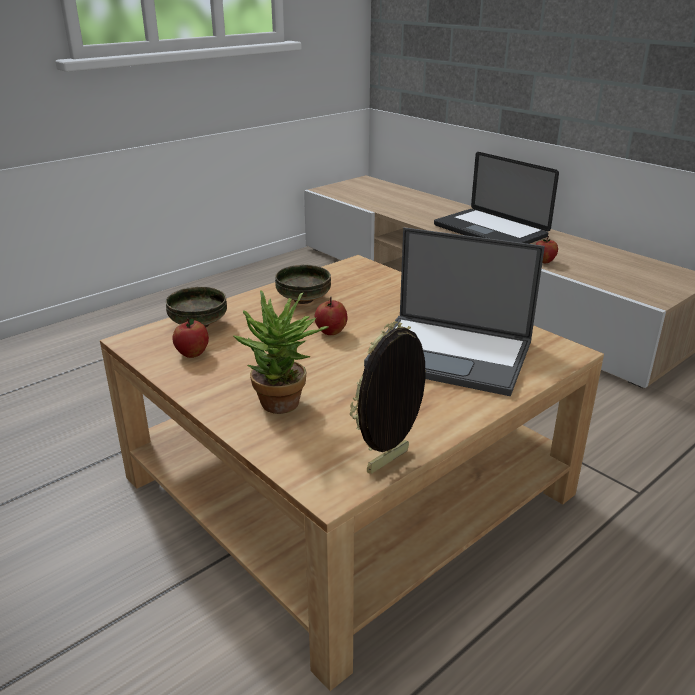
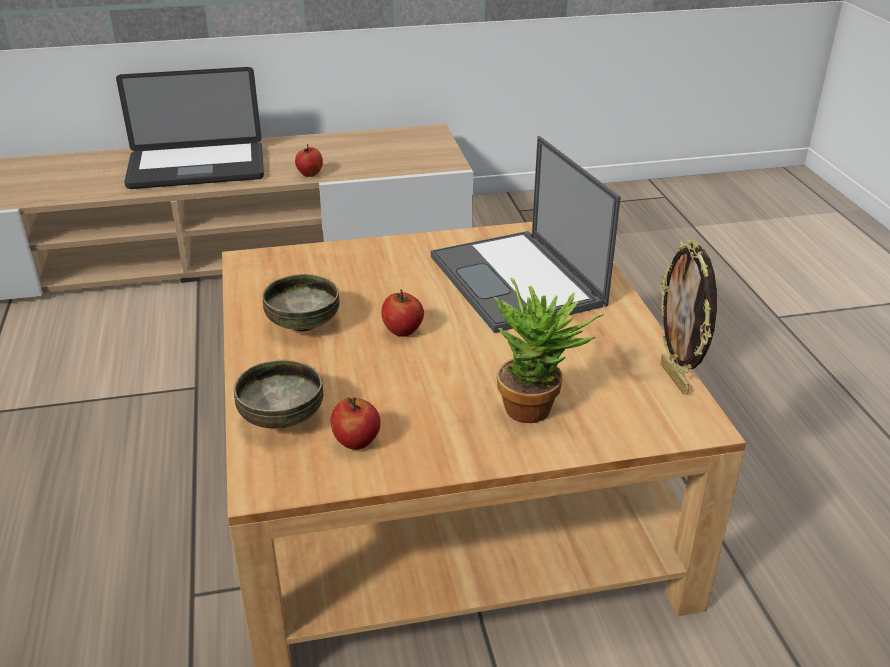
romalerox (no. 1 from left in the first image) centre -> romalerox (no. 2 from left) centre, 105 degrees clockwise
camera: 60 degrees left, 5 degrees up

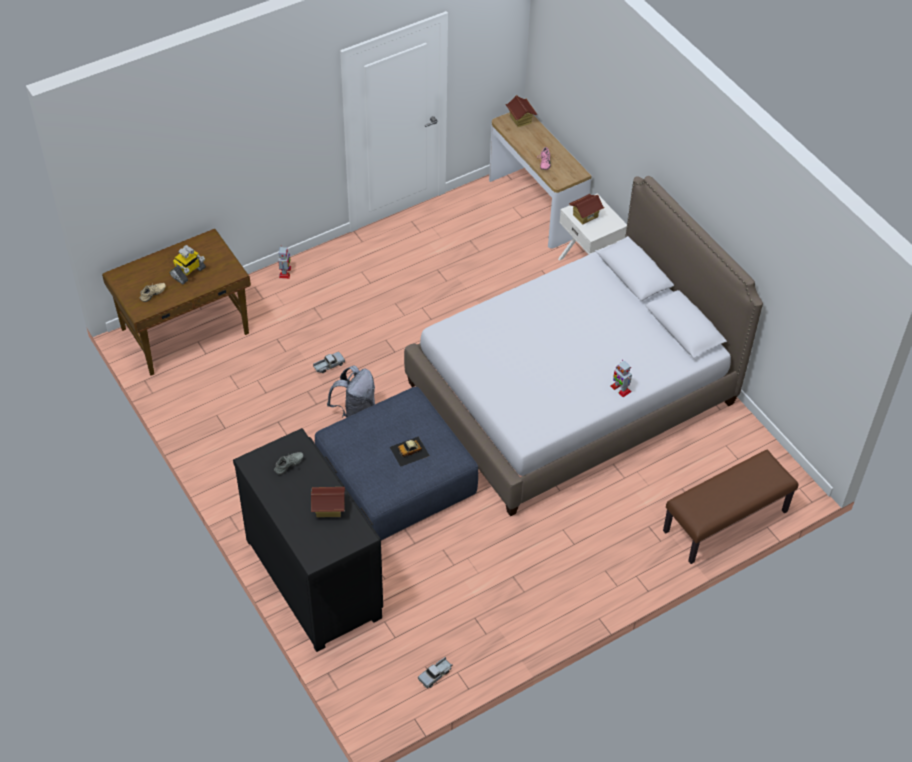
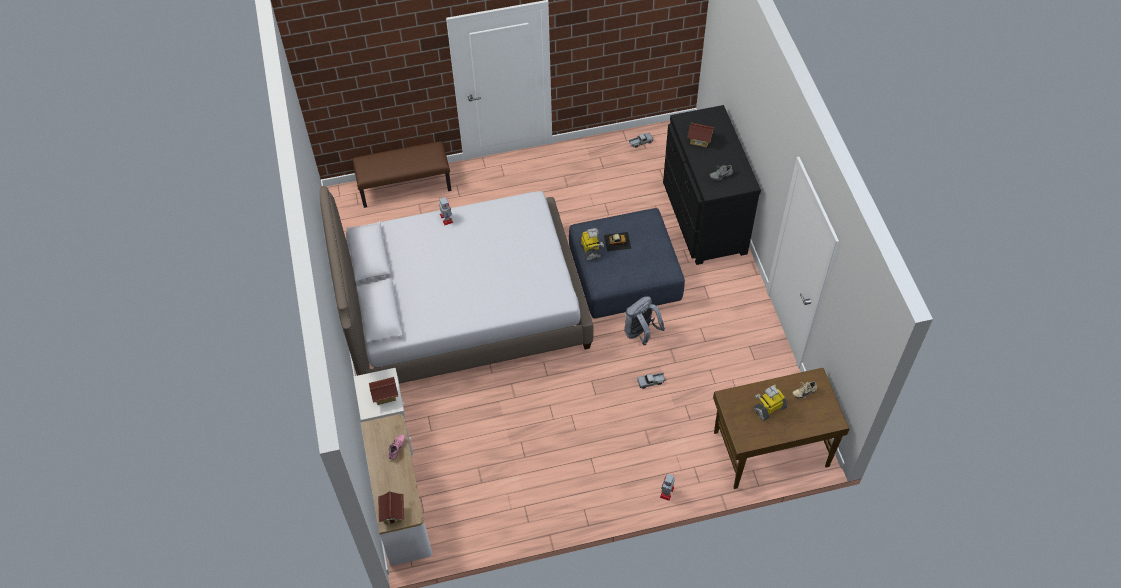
none -> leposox (no. 2 from left) centre
camera: 160 degrees left, 5 degrees up

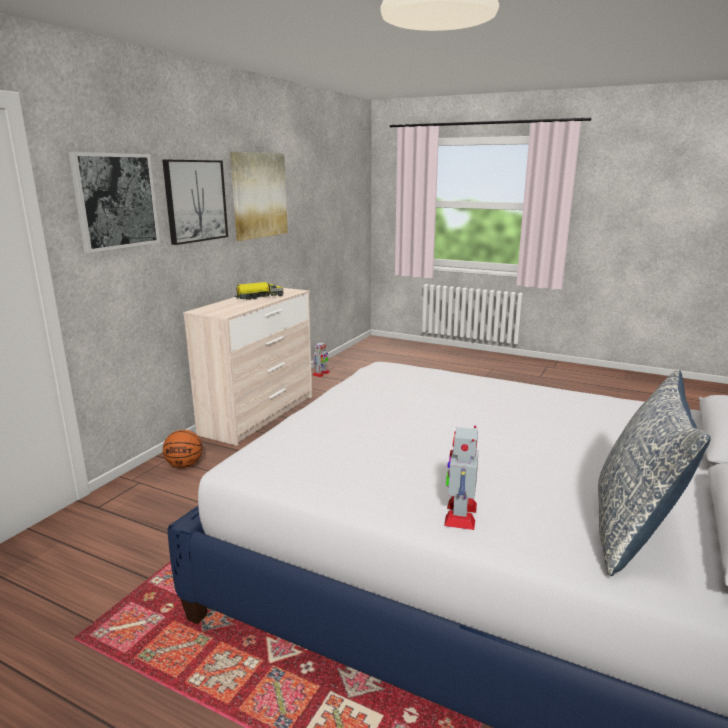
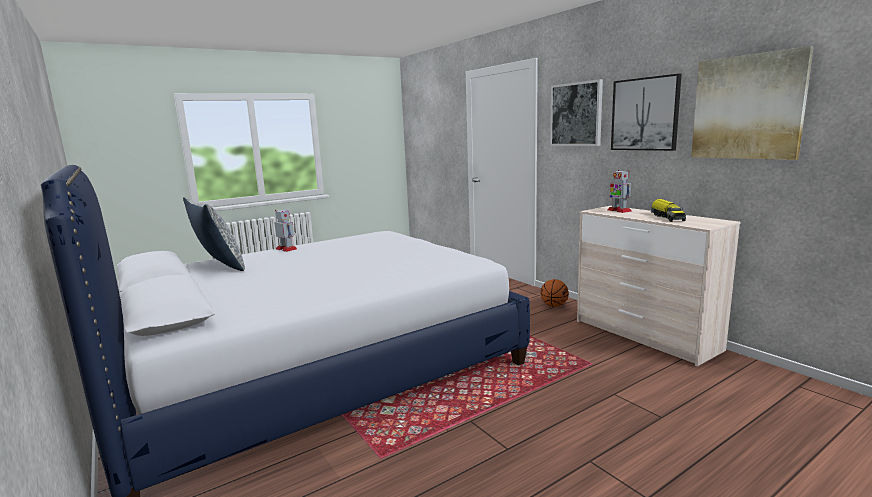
leposox (no. 1 from left in the first image) centre -> leposox (no. 2 from left) middle right, relocated
camera: 120 degrees right, 5 degrees down

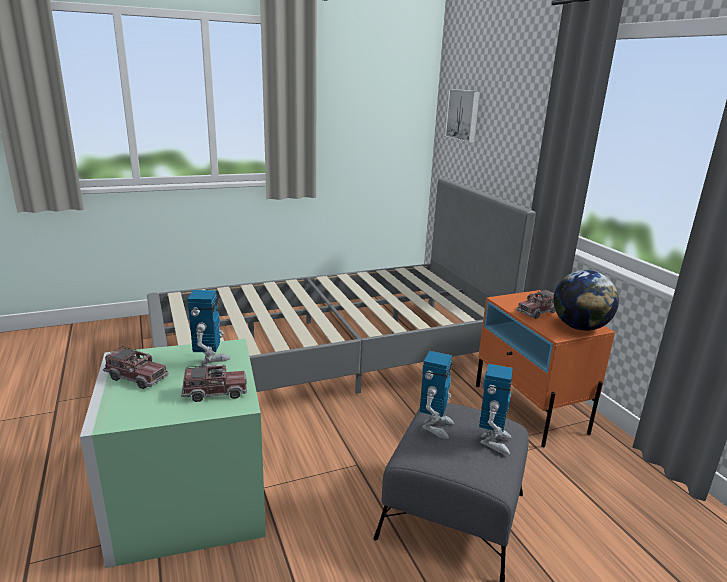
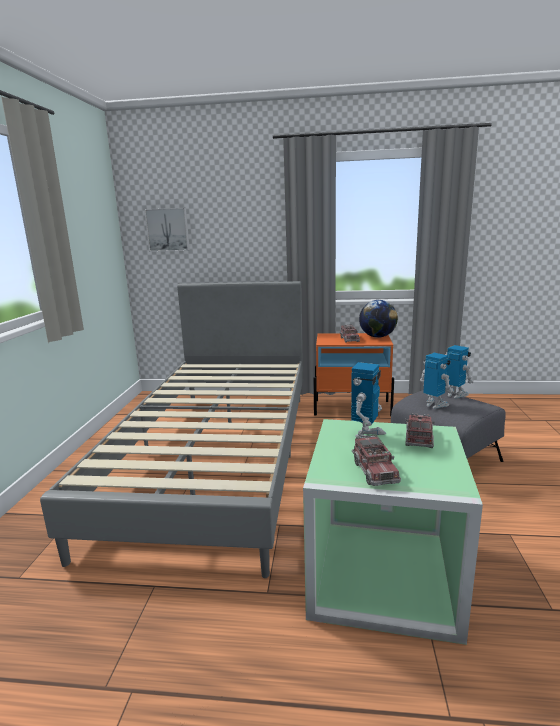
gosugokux (no. 1 from left in the first image) middle left -> gosugokux (no. 2 from left) middle right, 120 degrees clockwise
leposox (no. 1 from left) middle left -> leposox (no. 1 from left) centre, 90 degrees clockwise
camera: 60 degrees left, 5 degrees down

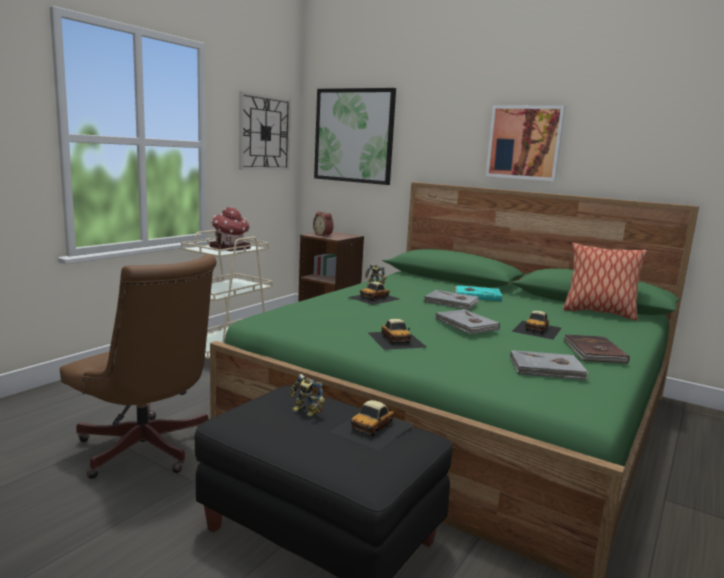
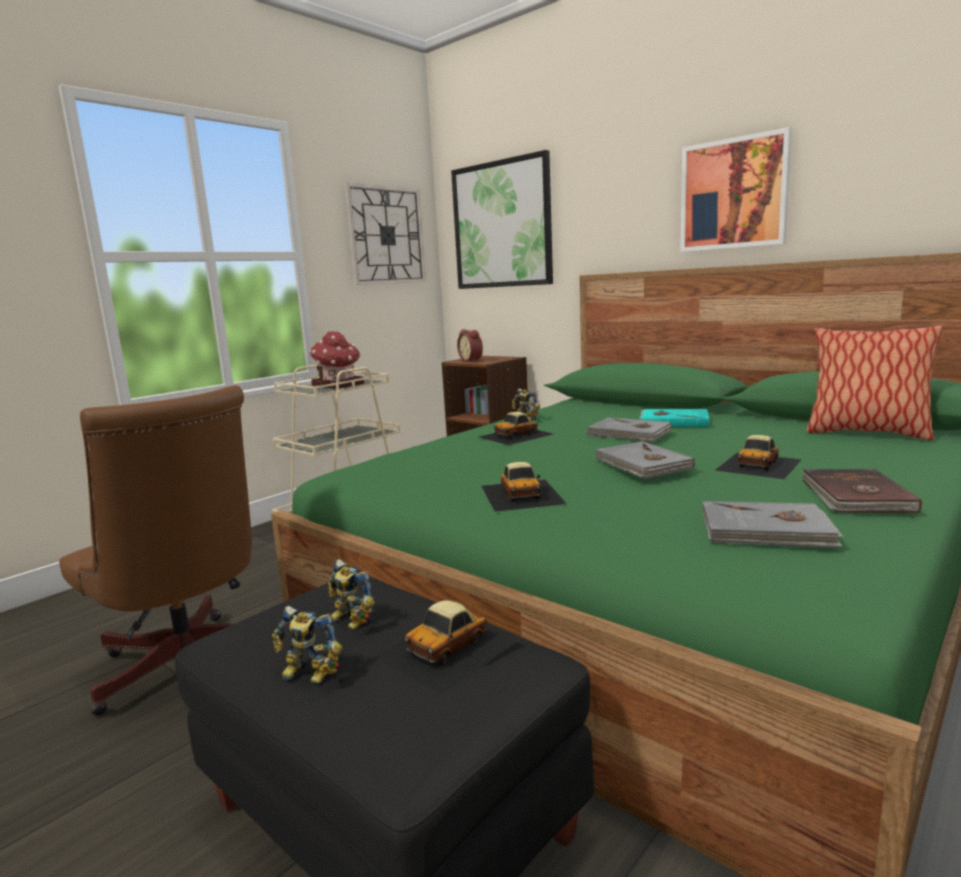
none -> leposox (no. 1 from left) bottom left
camera: 10 degrees right, 0 degrees up

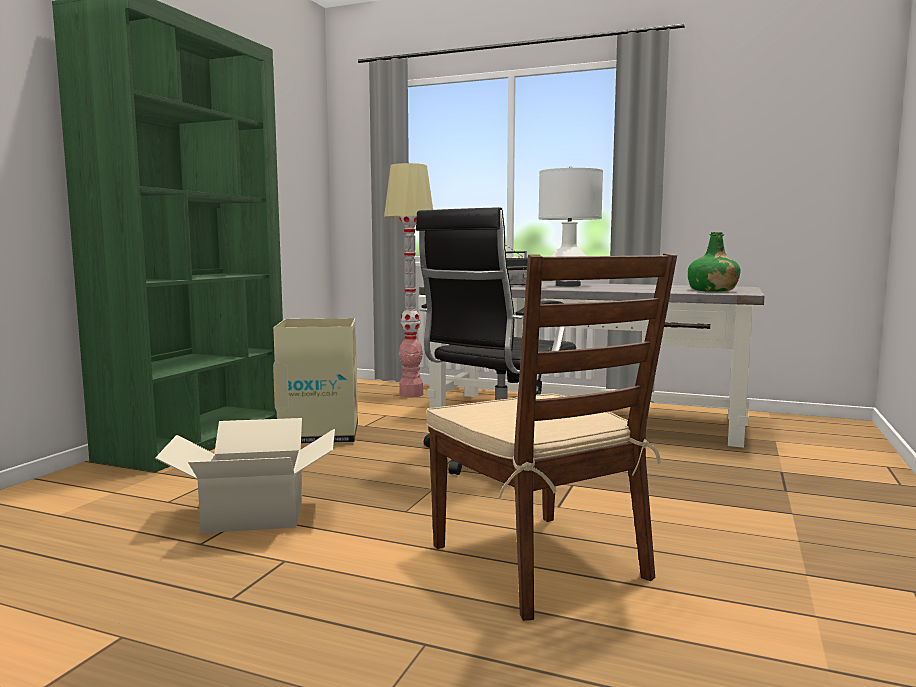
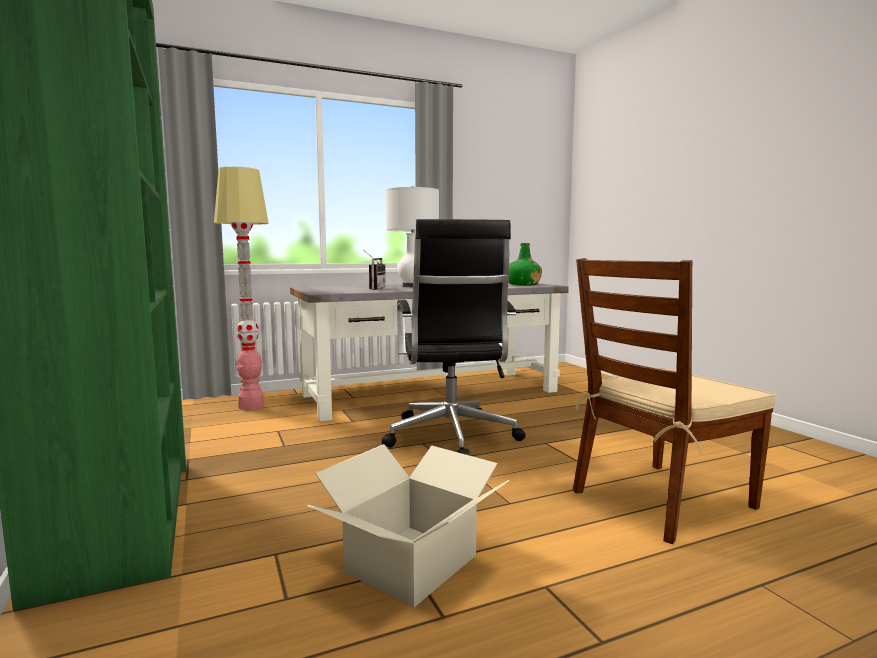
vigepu (no. 2 from left) centre -> none
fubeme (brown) centre -> fubeme (brown) middle right, 135 degrees clockwise
camera: 45 degrees left, 0 degrees up

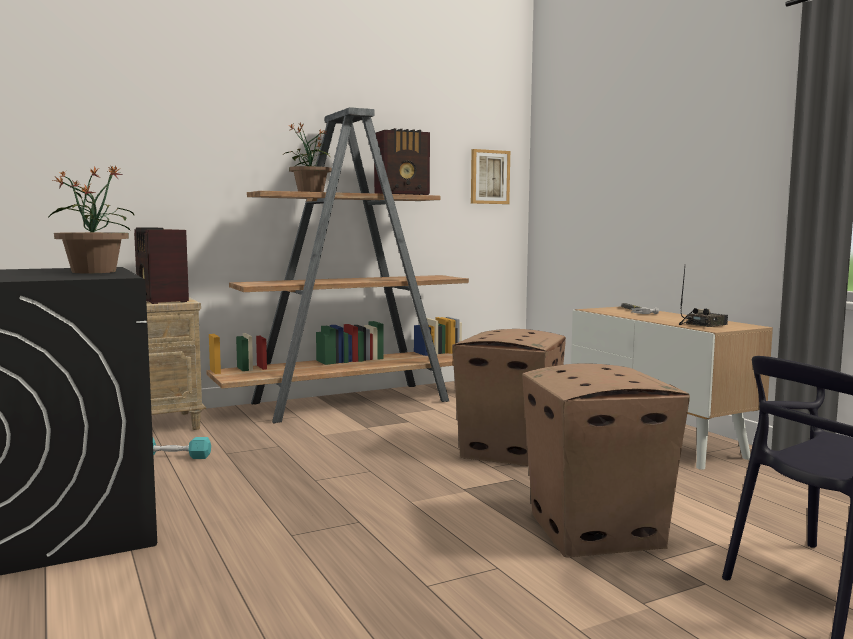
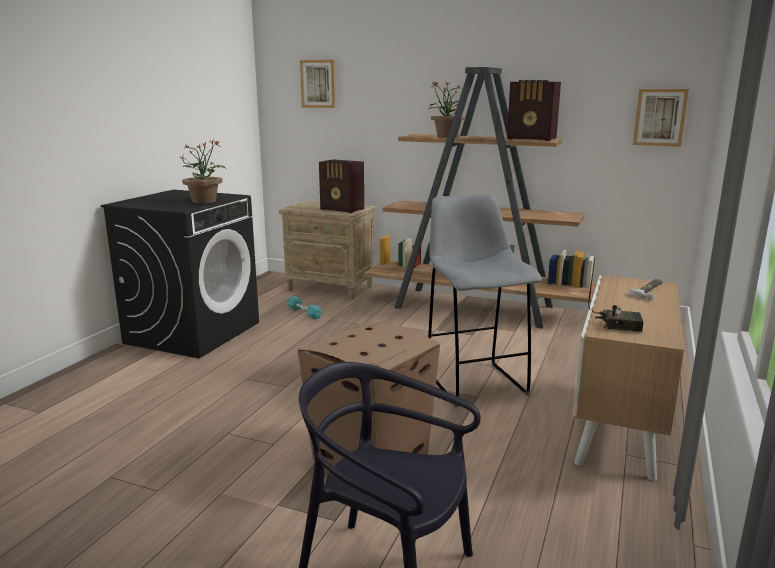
none -> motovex (no. 1 from left) top centre
vigepu (no. 1 from left) centre -> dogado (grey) centre
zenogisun (no. 1 from left) middle left -> zenogisun (no. 1 from left) top centre, 75 degrees counterclockwise
camera: 50 degrees right, 10 degrees up

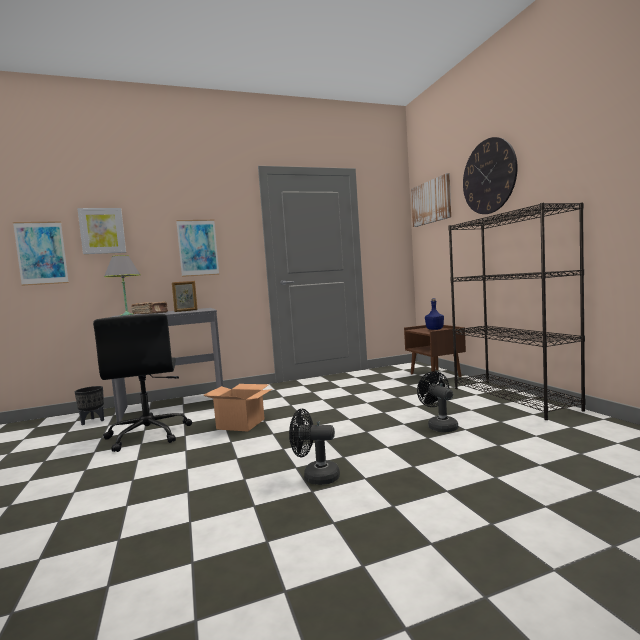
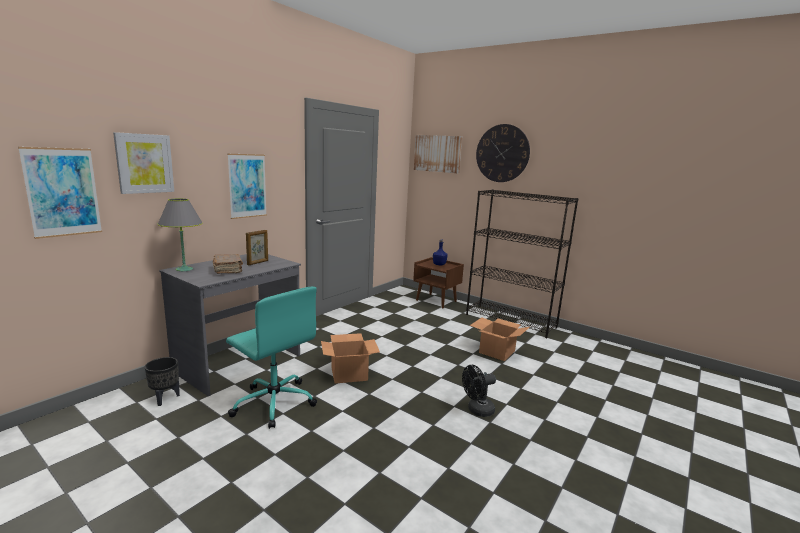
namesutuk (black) (no. 2 from left) middle right -> vigepu (no. 2 from left) centre
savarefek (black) middle left -> savarefek (turquoise) bottom centre
camera: 35 degrees left, 10 degrees up

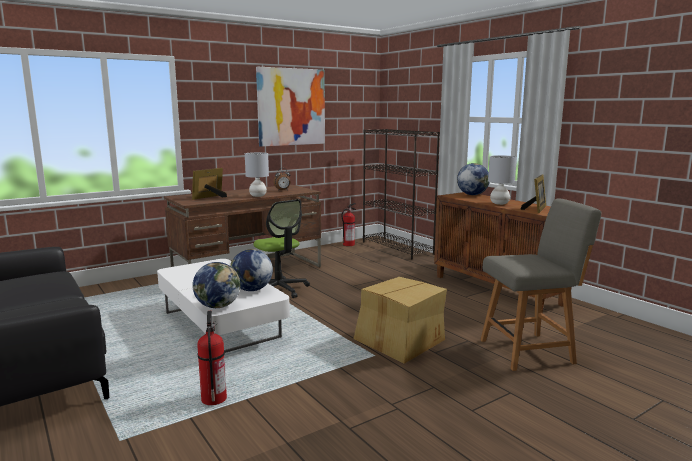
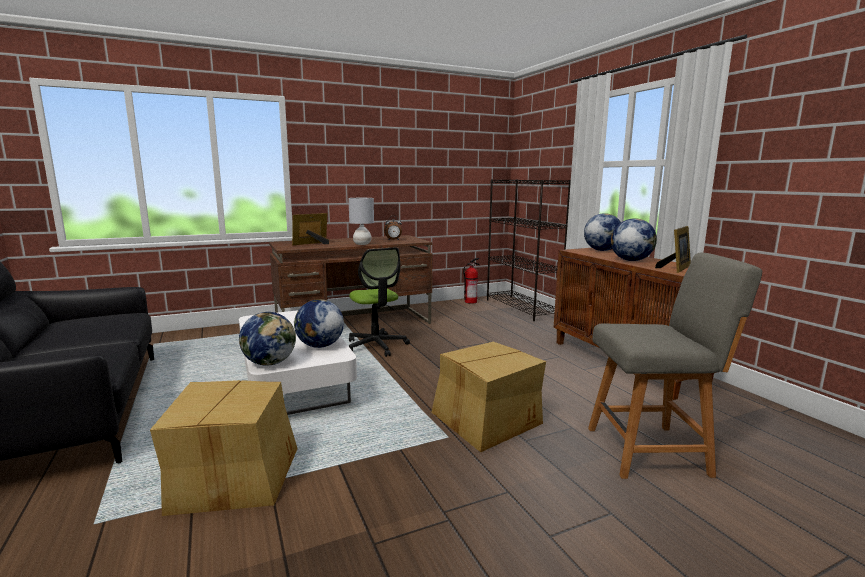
motovex top centre -> none
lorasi (no. 1 from left) bottom left -> vigepu (no. 1 from left) bottom left
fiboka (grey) (no. 2 from left) middle right -> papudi (no. 4 from left) middle right
camera: 10 degrees right, 0 degrees up

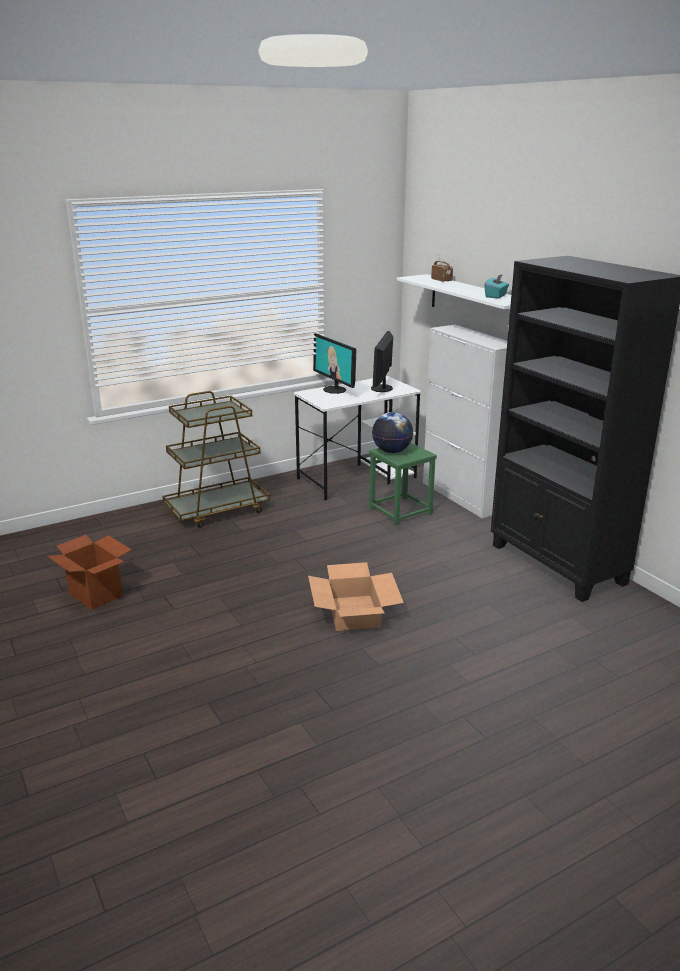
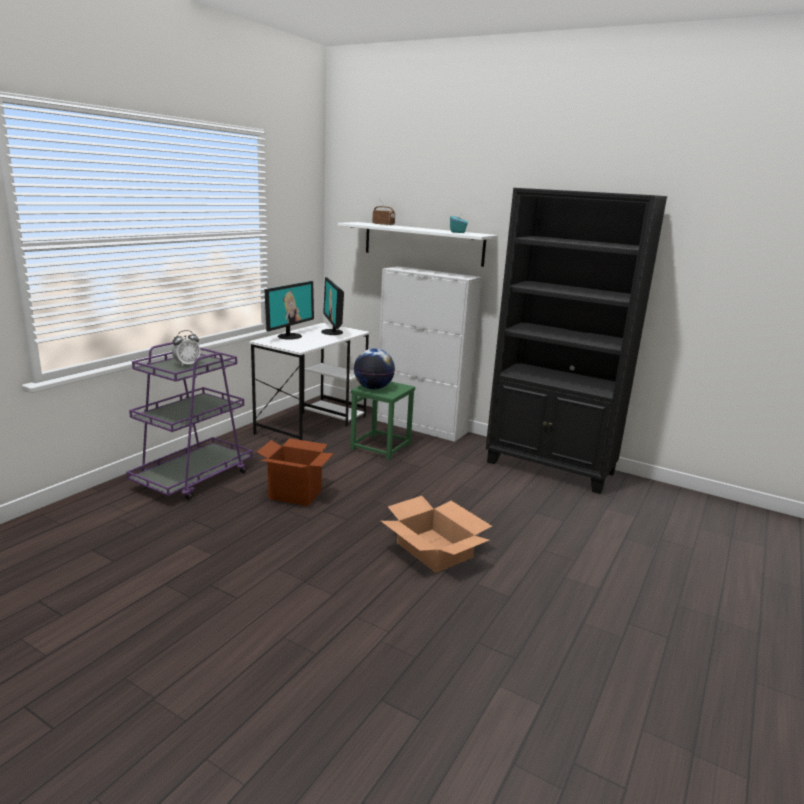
none -> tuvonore middle left
vigepu (no. 1 from left) middle left -> vigepu (no. 1 from left) centre, relocated
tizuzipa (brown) middle left -> tizuzipa (purple) middle left
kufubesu (no. 1 from left) centre, 90 degrees counterclockwise
camera: 30 degrees left, 5 degrees down

